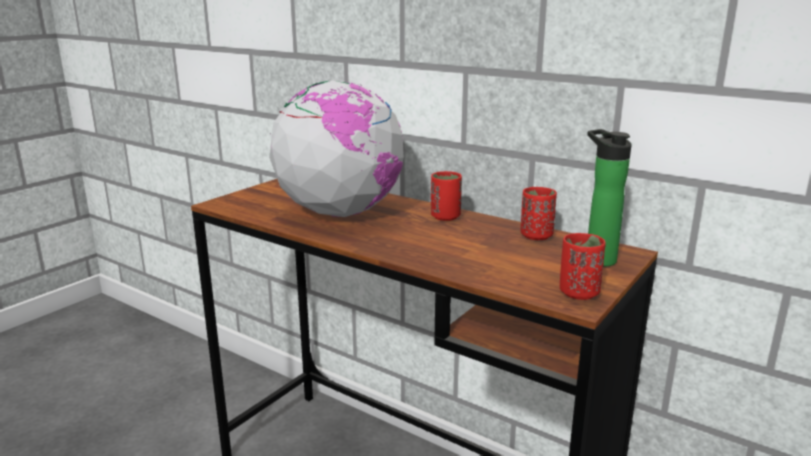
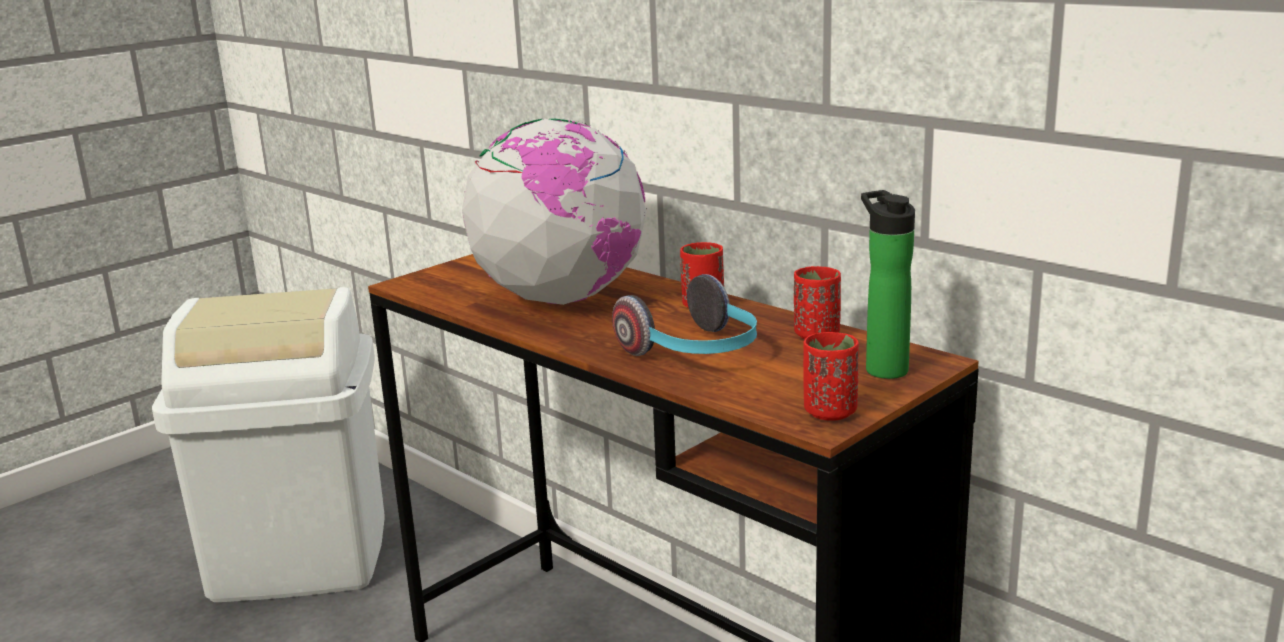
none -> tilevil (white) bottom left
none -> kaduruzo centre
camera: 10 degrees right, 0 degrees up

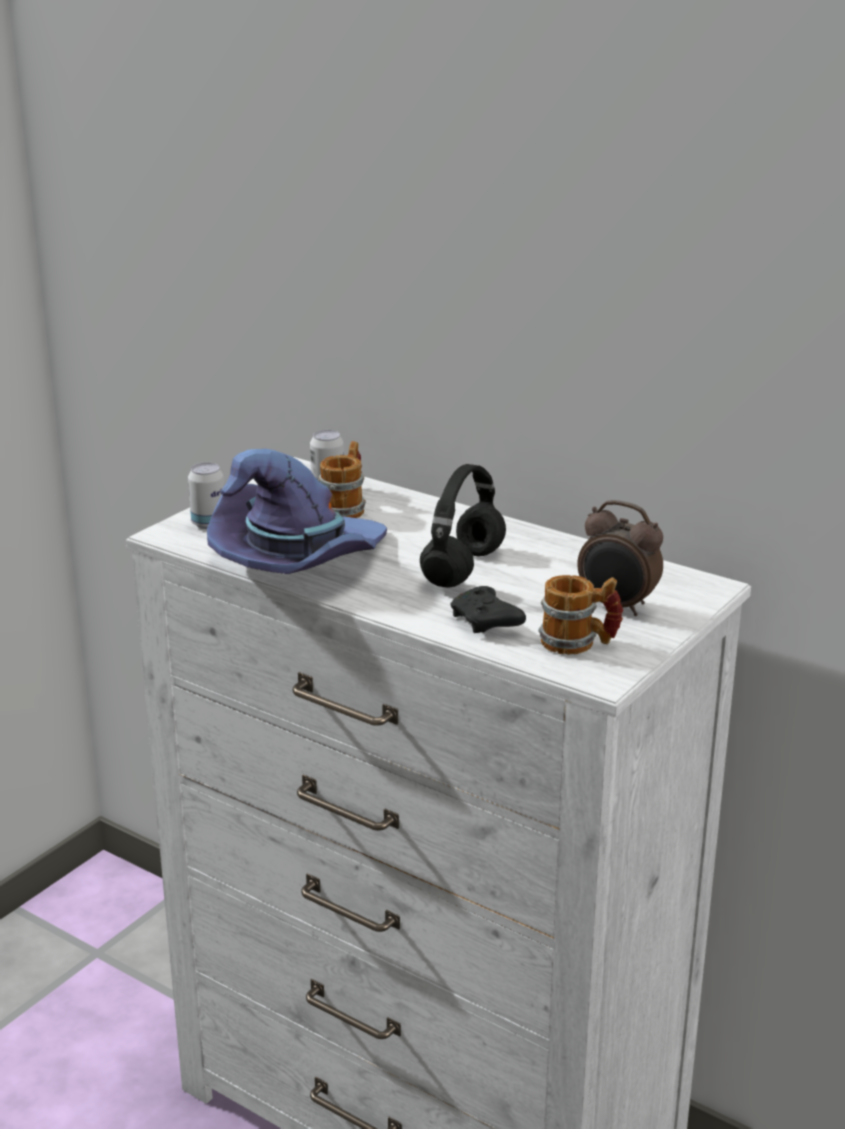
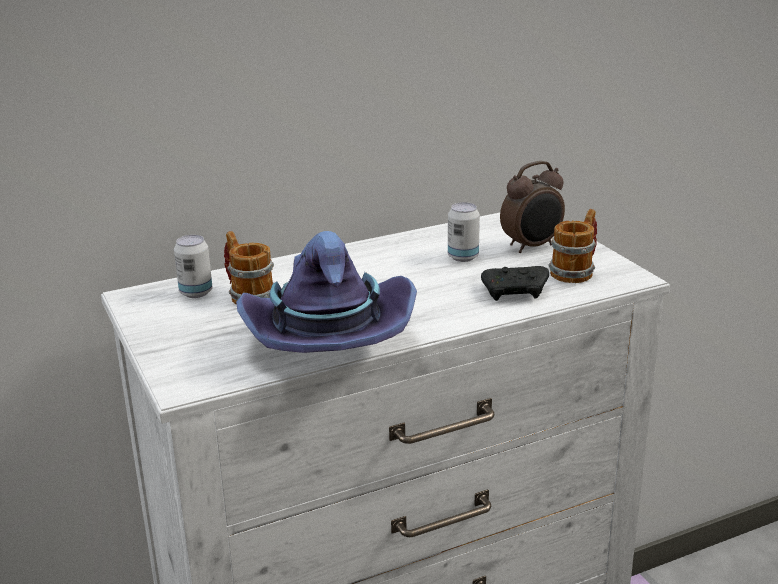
kaduruzo (black) centre -> none
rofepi (no. 1 from left in the first image) middle left -> rofepi (no. 2 from left) centre, relocated
camera: 60 degrees left, 0 degrees up

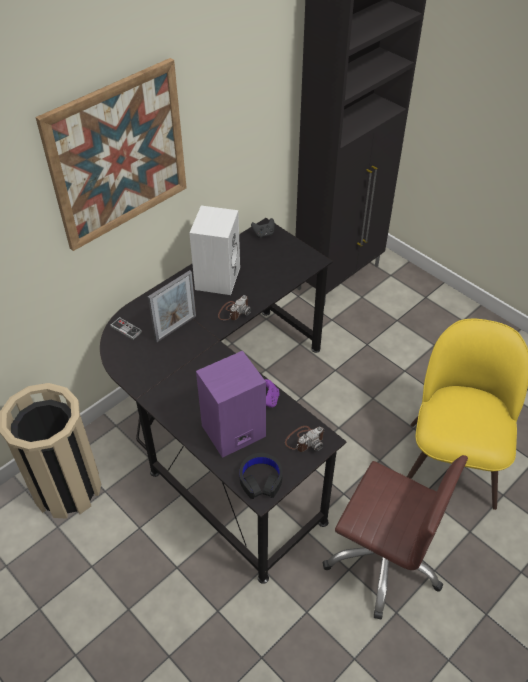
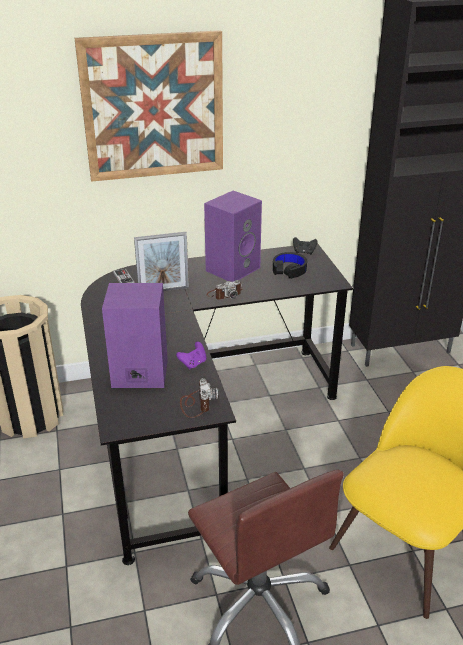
kaduruzo (black) bottom centre -> kaduruzo (black) centre, relocated
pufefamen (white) centre -> pufefamen (purple) (no. 2 from left) centre
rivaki (no. 2 from left in the first image) centre -> rivaki (no. 1 from left) centre, 90 degrees counterclockwise
camera: 30 degrees right, 15 degrees down

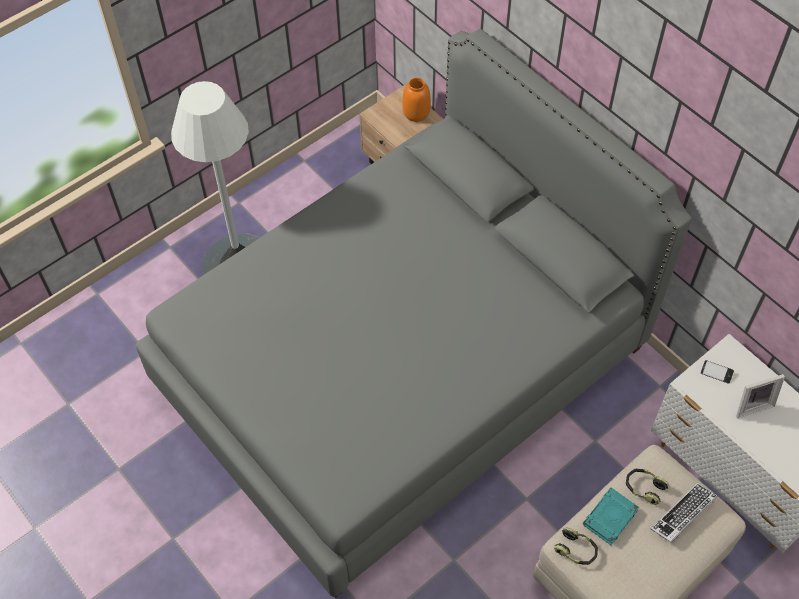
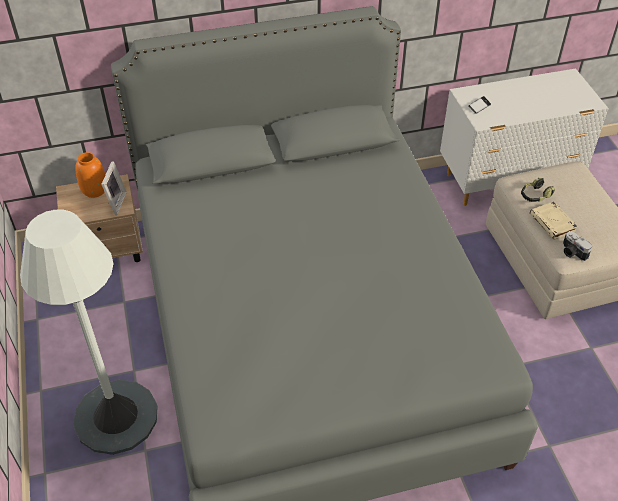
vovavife bottom right -> none
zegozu middle right -> zegozu middle left, relocated
kaduruzo (no. 1 from left) bottom right -> rivaki middle right
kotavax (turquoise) bottom right -> kotavax (beige) middle right
camera: 65 degrees left, 10 degrees down

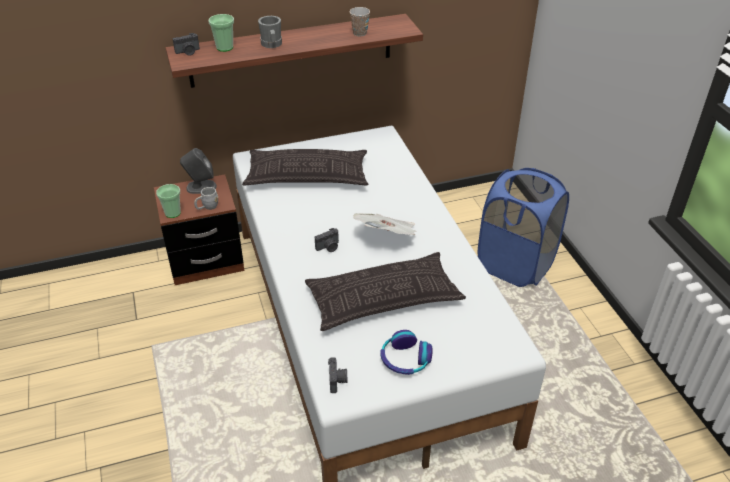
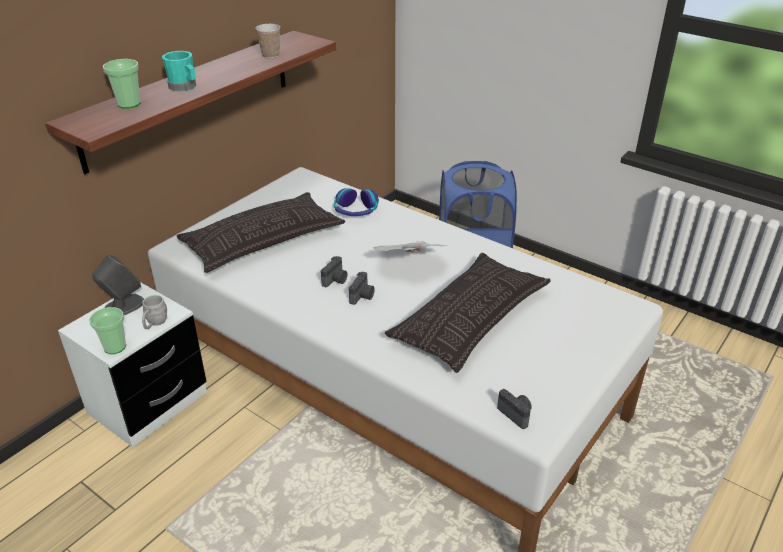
rivaki (no. 1 from left) top left -> rivaki (no. 1 from left) centre, relocated
kaduruzo bottom centre -> kaduruzo centre, relocated
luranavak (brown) middle left -> luranavak (white) middle left
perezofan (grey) (no. 2 from left) top centre -> perezofan (turquoise) top left
camera: 35 degrees left, 5 degrees down

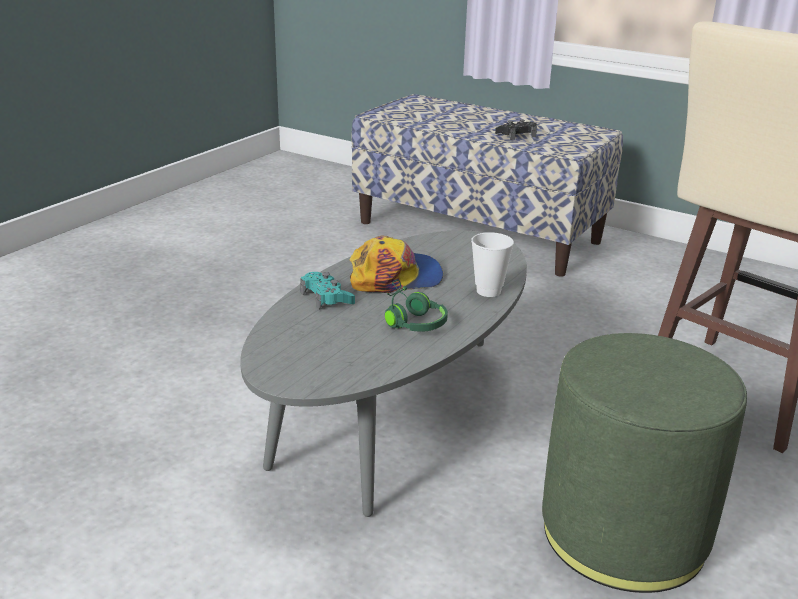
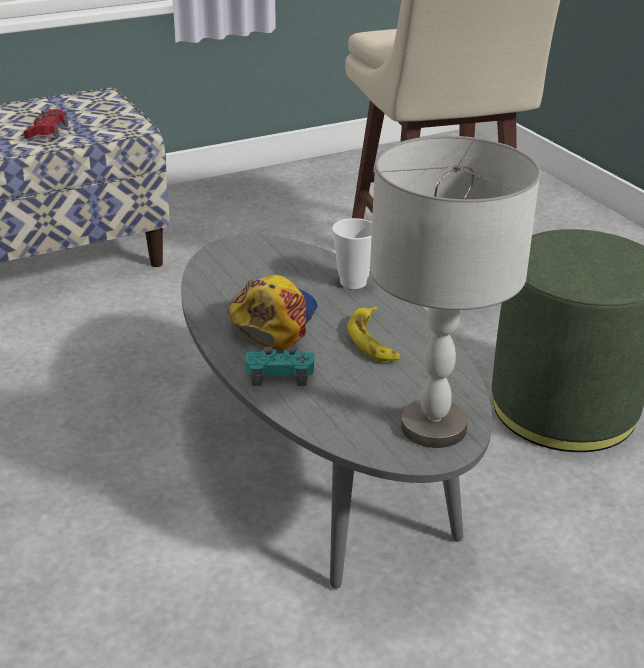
none -> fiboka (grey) middle right
kaduruzo (green) centre -> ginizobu centre
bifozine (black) top centre -> bifozine (red) top left
camera: 60 degrees left, 5 degrees up

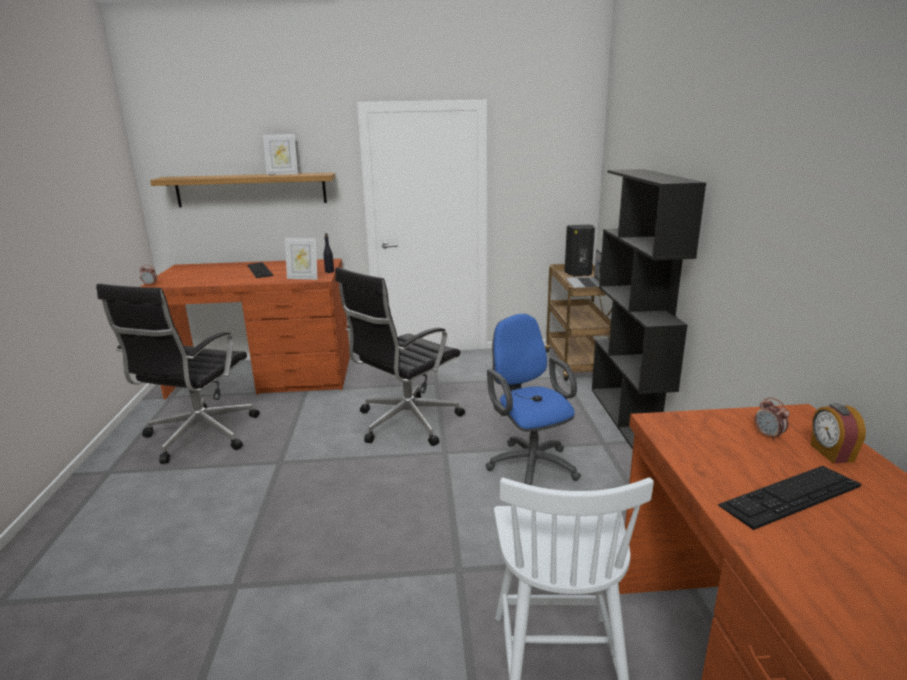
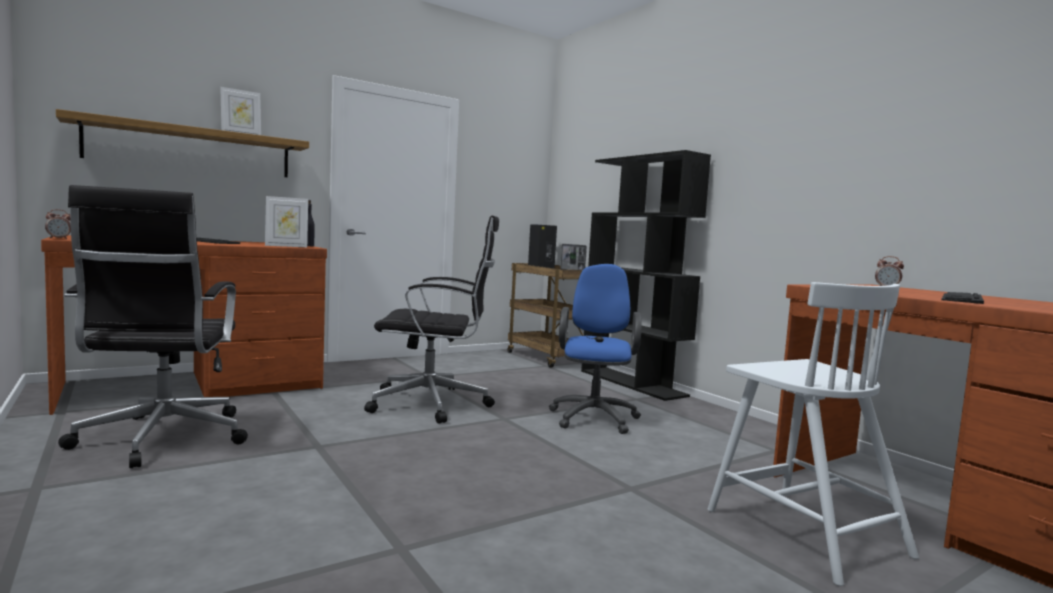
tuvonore (no. 3 from left) middle right -> none
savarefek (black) (no. 2 from left) centre, 105 degrees counterclockwise
savarefek (blue) centre, 60 degrees clockwise
camera: 30 degrees left, 15 degrees down

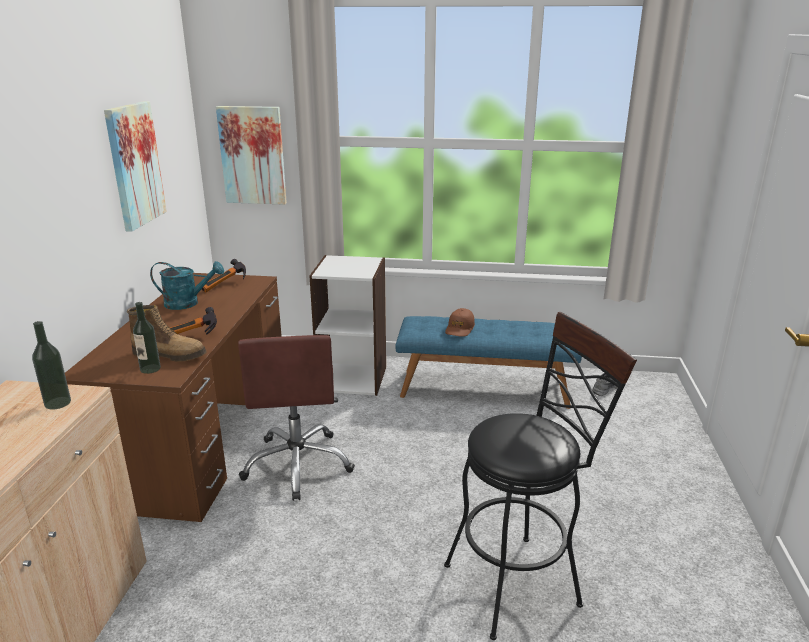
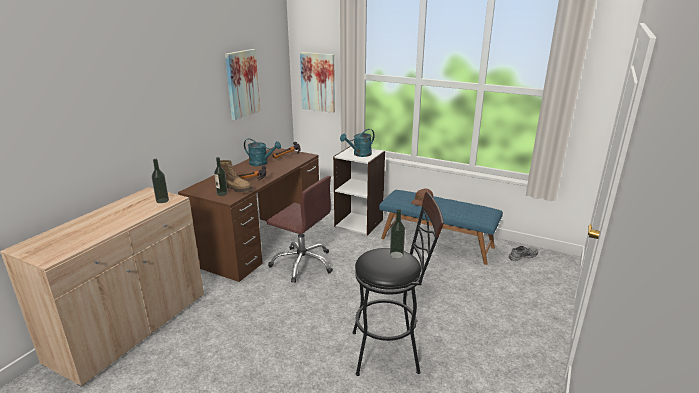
none -> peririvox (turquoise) (no. 2 from left) centre
none -> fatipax (no. 3 from left) centre
savarefek (brown) centre, 75 degrees counterclockwise
camera: 20 degrees right, 0 degrees up

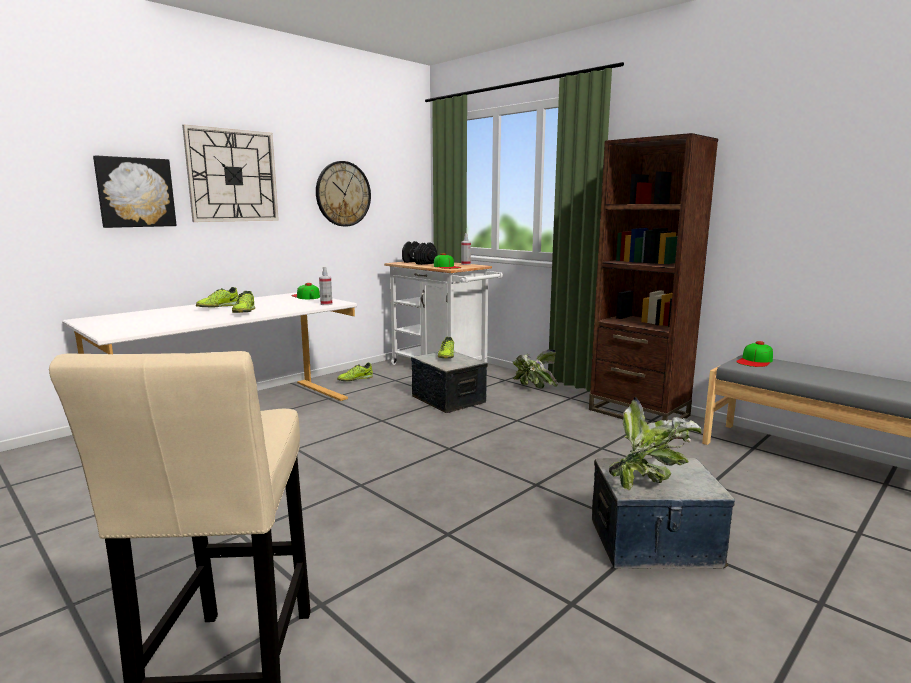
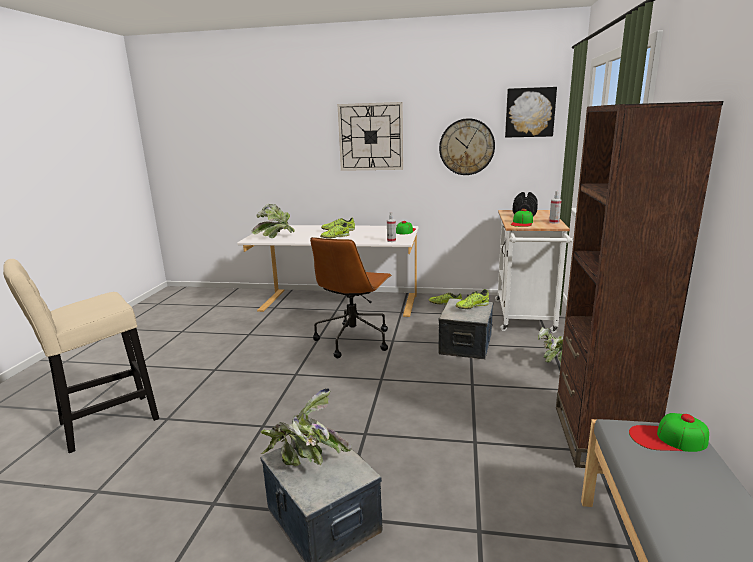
none -> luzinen (no. 1 from left) centre
none -> savarefek (brown) centre
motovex top left -> motovex top right, relocated
camera: 55 degrees right, 5 degrees up

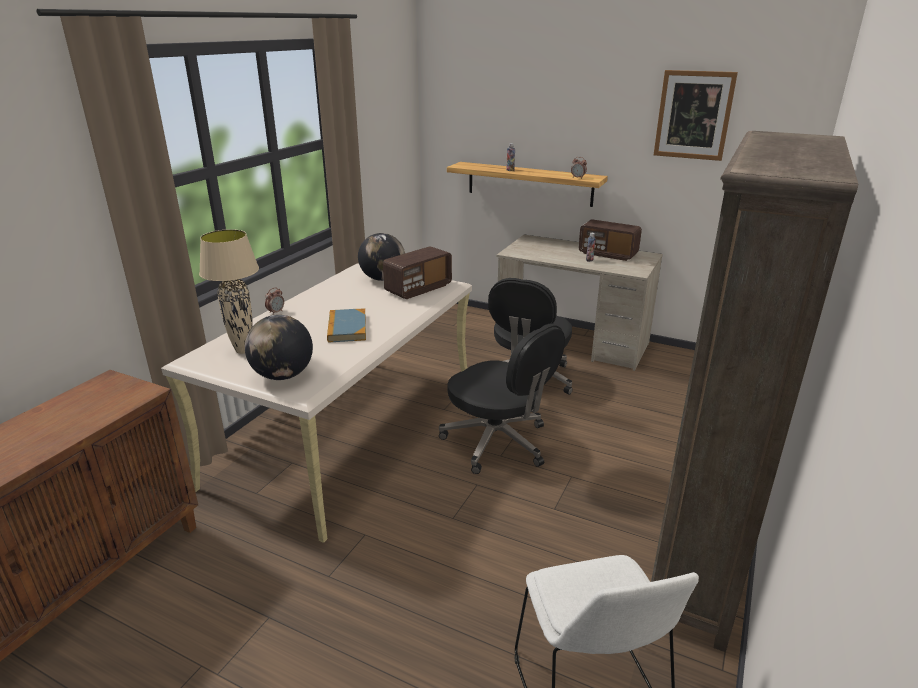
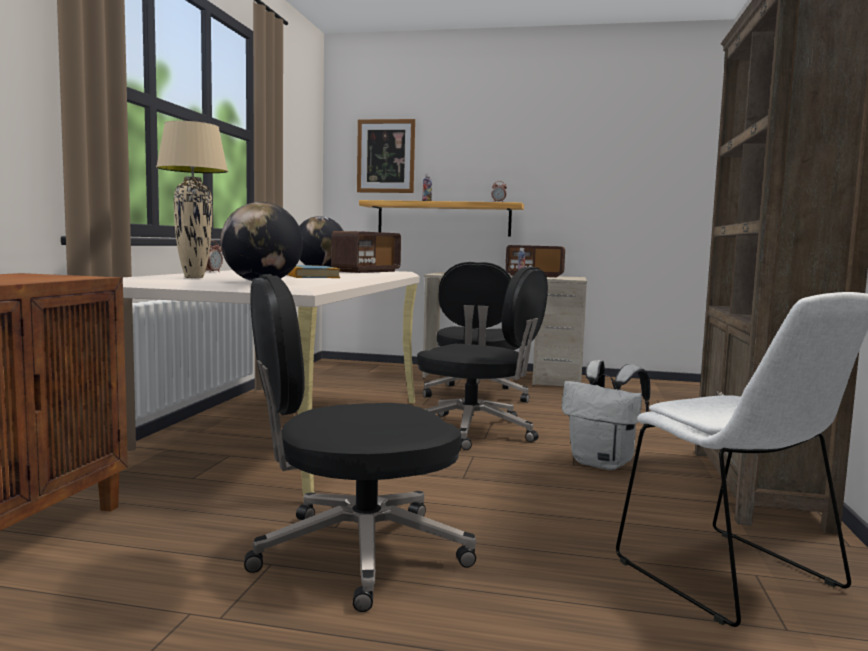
none -> savarefek (black) (no. 1 from left) bottom centre
none -> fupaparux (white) middle right
motovex top right -> motovex top centre, relocated
camera: 15 degrees left, 20 degrees down

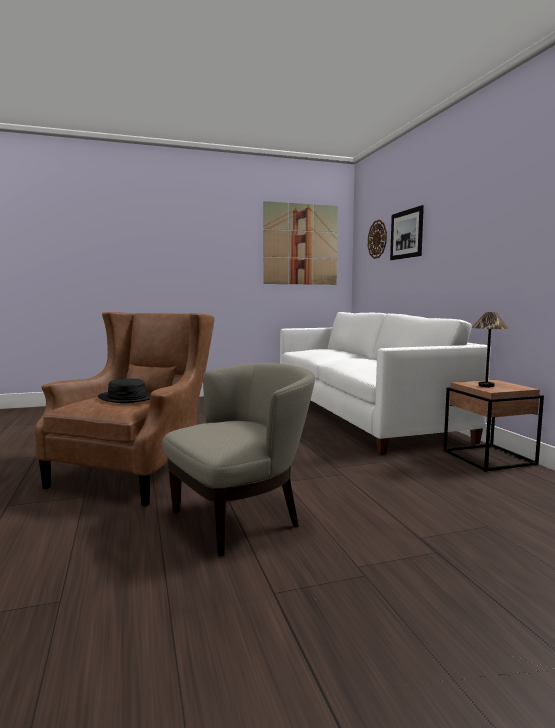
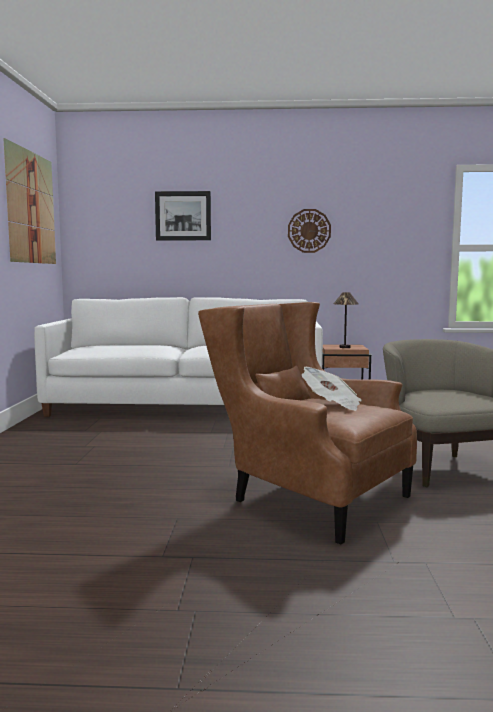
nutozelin top right -> nutozelin top centre, relocated
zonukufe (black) middle left -> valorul middle right
camera: 70 degrees left, 0 degrees up

